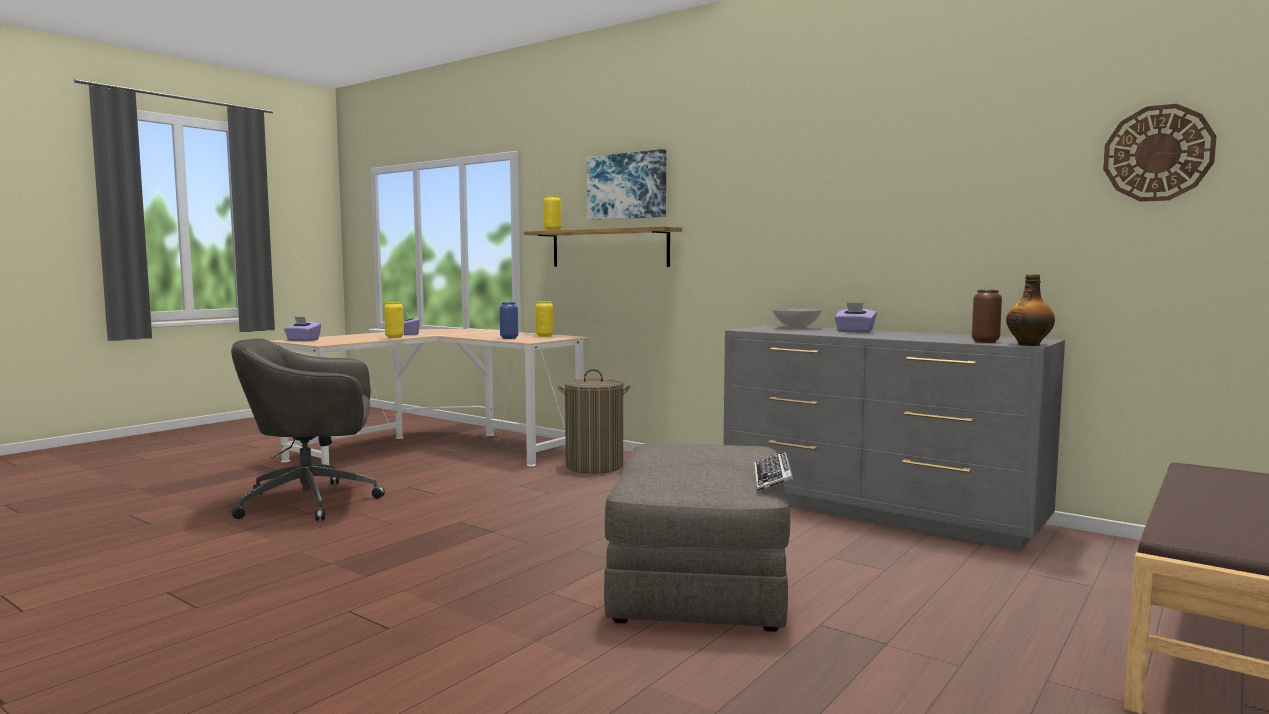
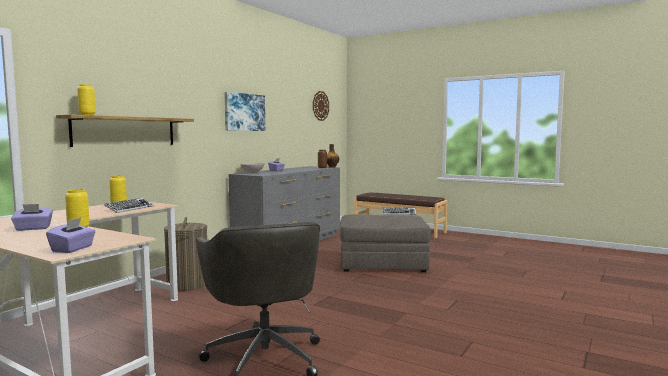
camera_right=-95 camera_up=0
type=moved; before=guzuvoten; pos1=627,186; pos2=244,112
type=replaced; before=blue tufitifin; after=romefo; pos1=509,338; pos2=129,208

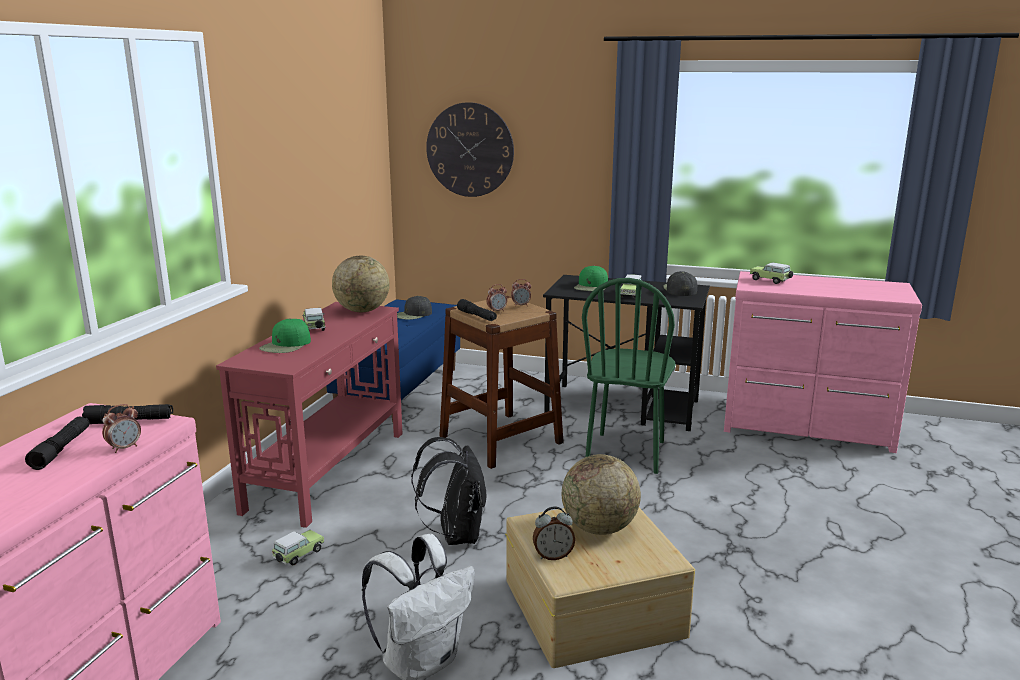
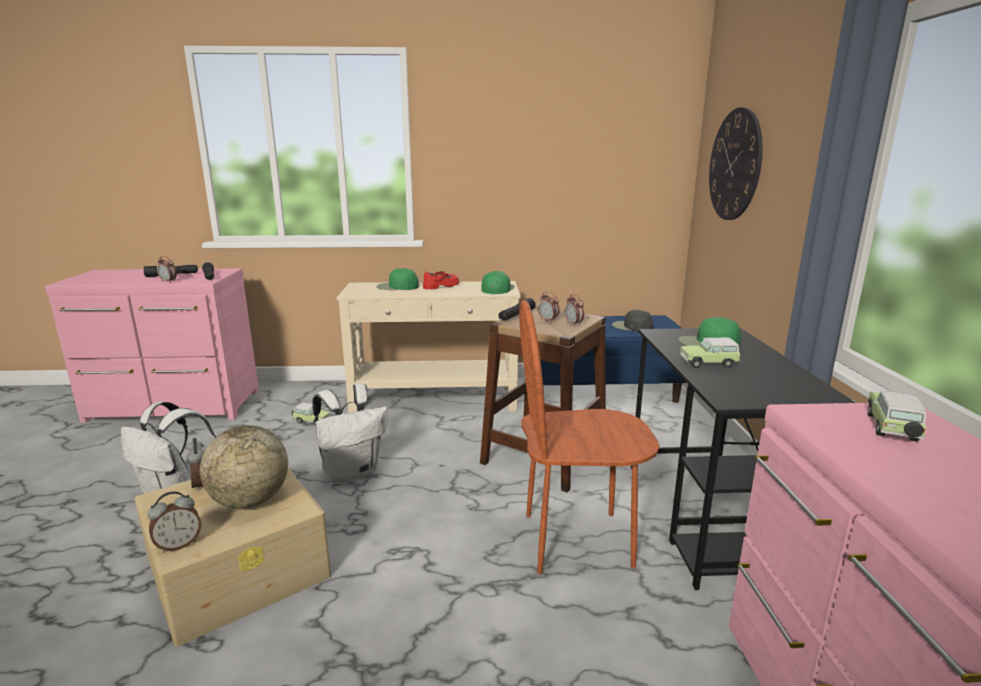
camera_right=70 camera_up=0
type=removed; before=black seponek; pos1=679,290
type=added; after=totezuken; pos2=179,545
type=replaced; before=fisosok; after=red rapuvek; pos1=314,328; pos2=441,286
type=replaced; before=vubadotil; after=green seponek; pos1=362,311; pos2=497,289
type=recoloured; before=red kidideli; after=beige kidideli; pos1=329,470; pos2=435,401
type=recoloured; before=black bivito; after=white bivito; pos1=455,535; pos2=352,472
type=recoloured; before=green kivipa; after=brown kivipa; pos1=626,453; pos2=577,540

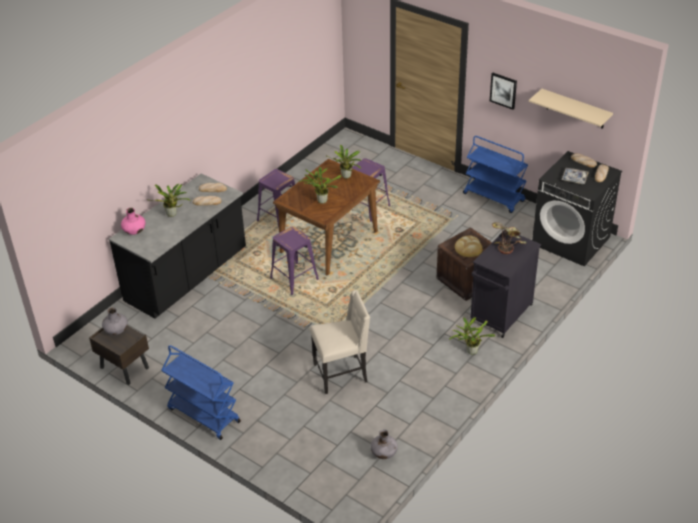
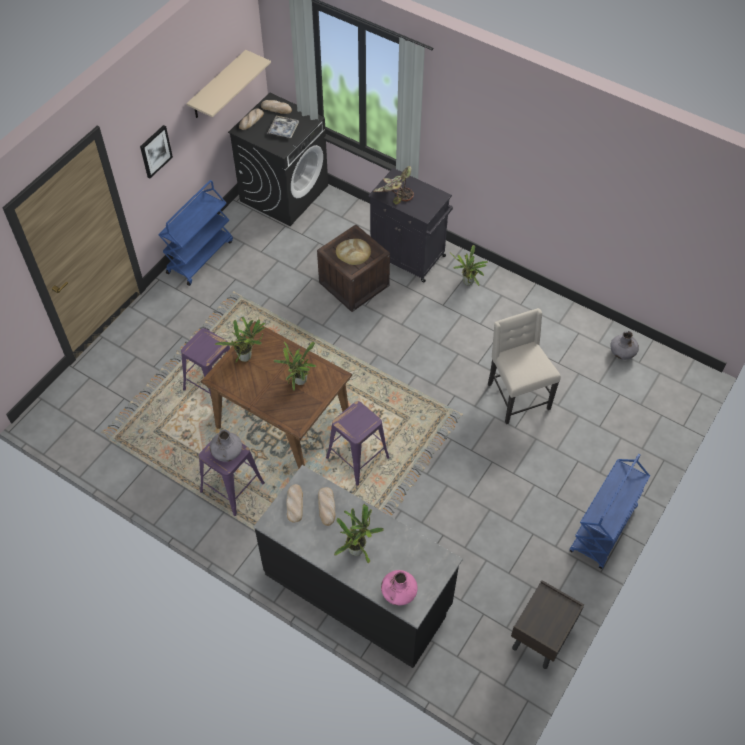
camera_right=-95 camera_up=15
type=moved; before=grey tufitifin; pos1=116,331; pos2=227,453

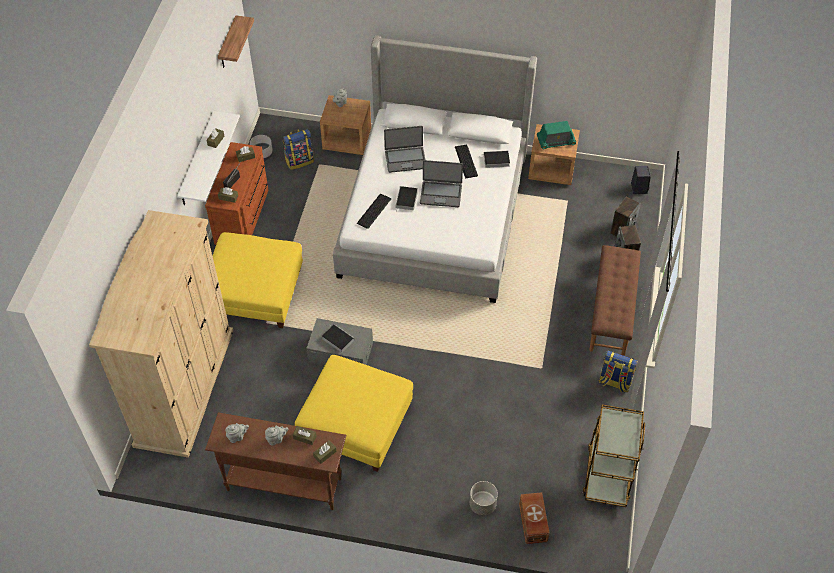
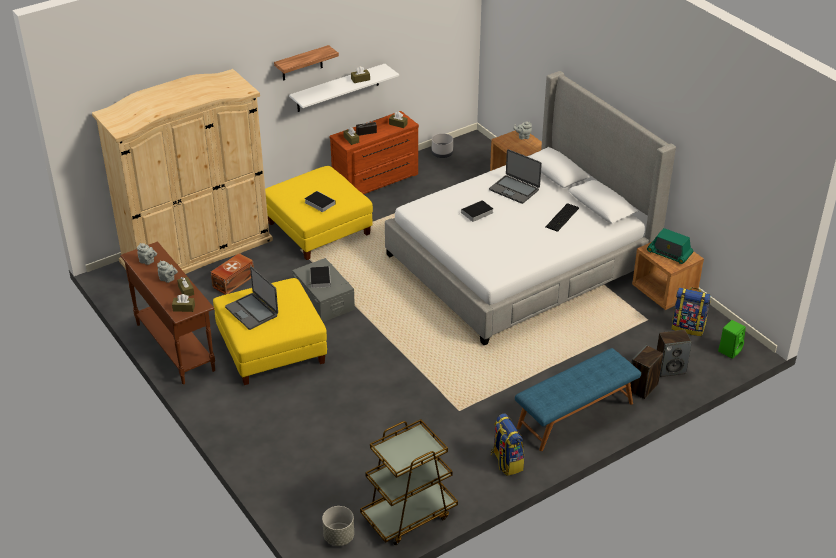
camera_right=45 camera_up=-15
type=removed; before=romefo; pos1=375,211
type=moved; before=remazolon; pos1=228,44; pos2=302,63
type=moved; before=bivito; pos1=299,161; pos2=688,327
type=moved; before=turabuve; pos1=441,194; pos2=252,311
type=moved; before=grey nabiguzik; pos1=482,505; pos2=338,537
type=moved; before=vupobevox; pos1=495,160; pos2=319,203
type=moved; before=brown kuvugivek; pos1=532,523; pos2=232,281
type=recoloured; before=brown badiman; after=blue badiman; pos1=612,312; pos2=575,415
type=recoloured; before=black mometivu; after=green mometivu; pos1=638,188; pos2=730,350

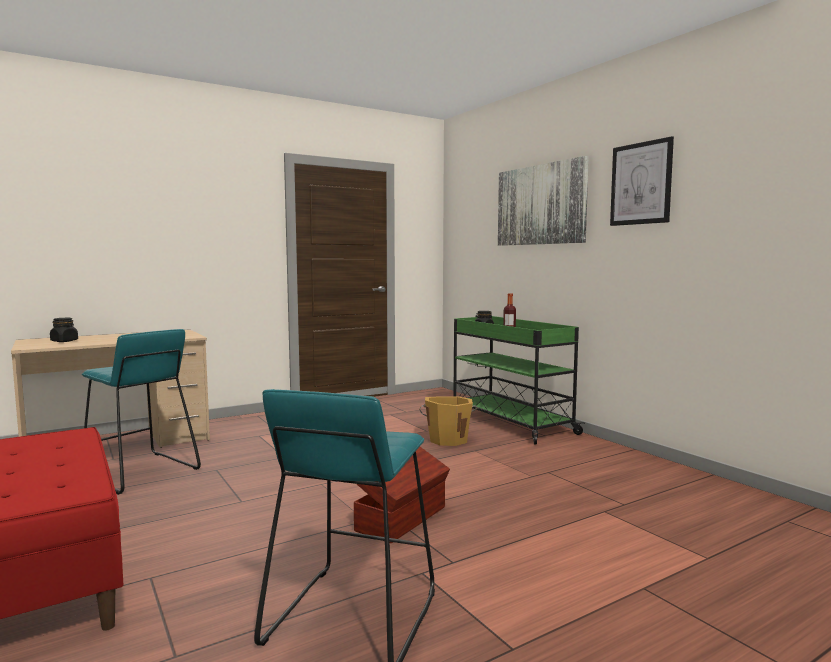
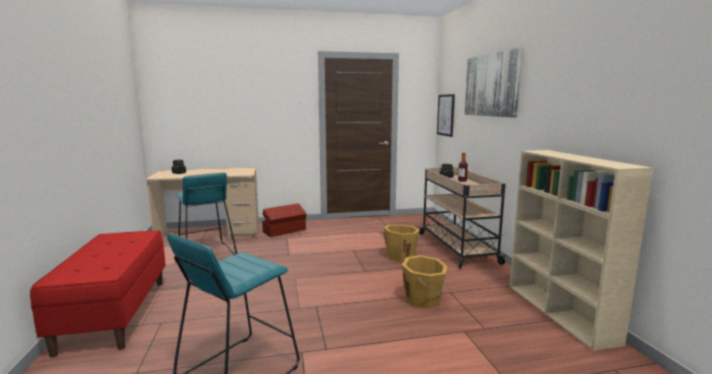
camera_right=20 camera_up=5
type=added; after=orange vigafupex; pos2=424,299
type=added; after=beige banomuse; pos2=560,313
type=moved; before=brown kuvugivek; pos1=403,518; pos2=285,231
type=moved; before=guzuvoten; pos1=641,183; pos2=446,115
type=recoloured; before=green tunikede; after=beige tunikede; pos1=508,422; pos2=456,247

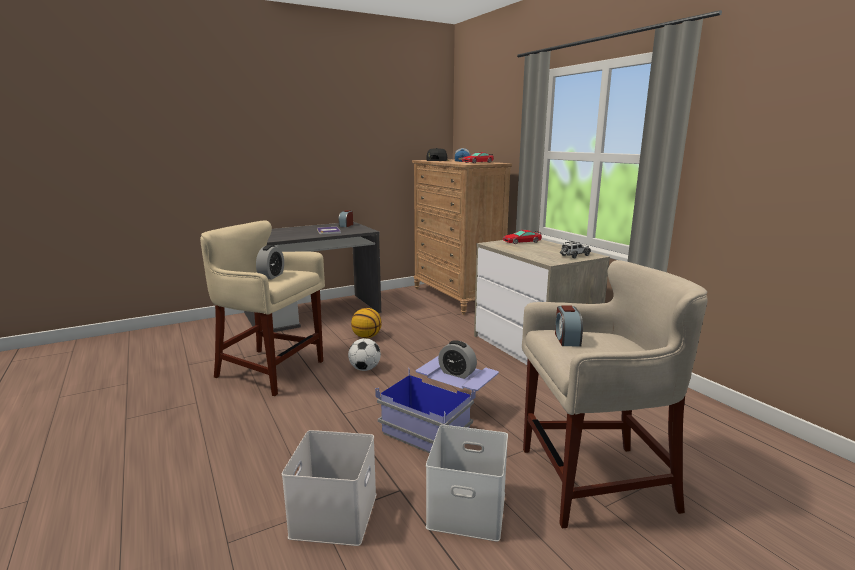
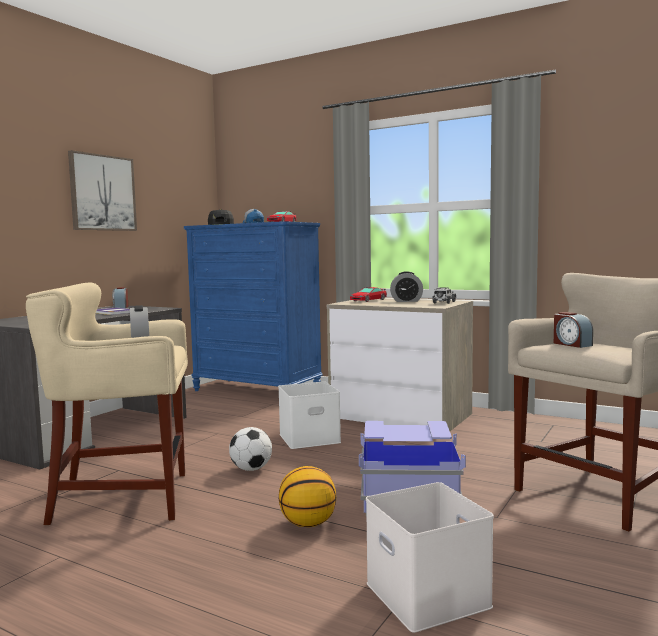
camera_right=-30 camera_up=-10
type=added; after=guzuvoten; pos2=102,193
type=moved; before=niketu; pos1=367,337; pos2=308,524
type=moved; before=white kuvugivek; pos1=465,510; pos2=308,439
type=moved; before=totezuken; pos1=457,373; pos2=406,301
type=recoloured; before=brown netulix; after=blue netulix; pos1=456,297; pos2=257,391

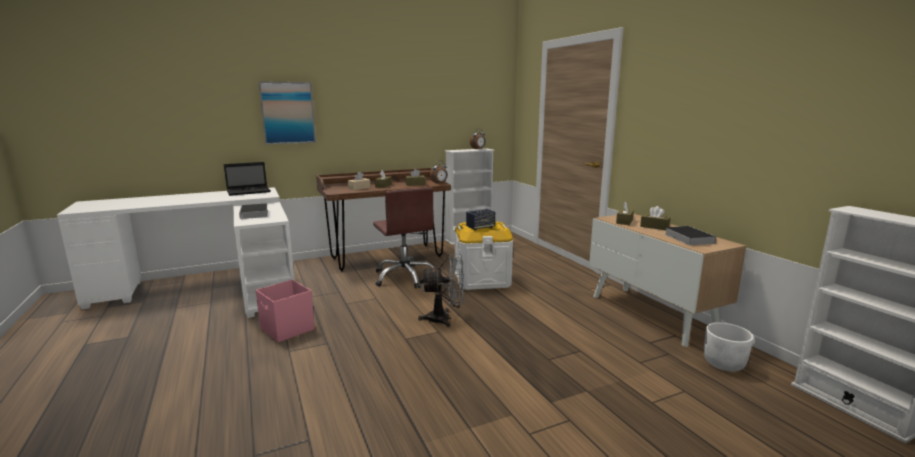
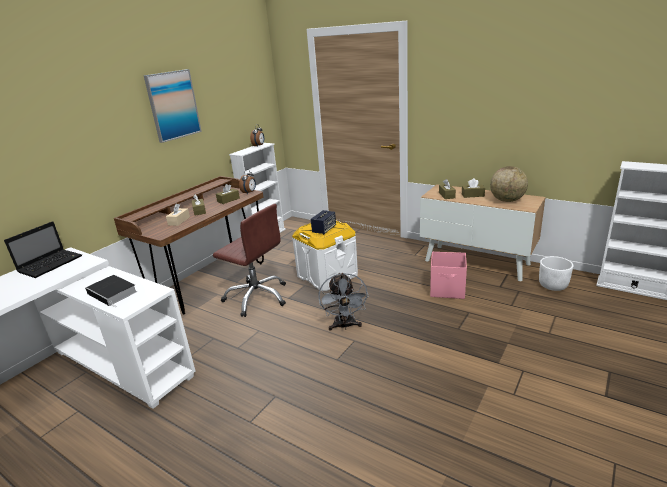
camera_right=-30 camera_up=10
type=moved; before=pink kuvugivek; pos1=287,329; pos2=448,290
type=moved; before=guzuvoten; pos1=288,113; pos2=173,105
type=replaced; before=vupobevox; after=vubadotil; pos1=687,238; pos2=507,200
type=turned; before=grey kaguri; pos1=445,319; pos2=345,326; turn=120

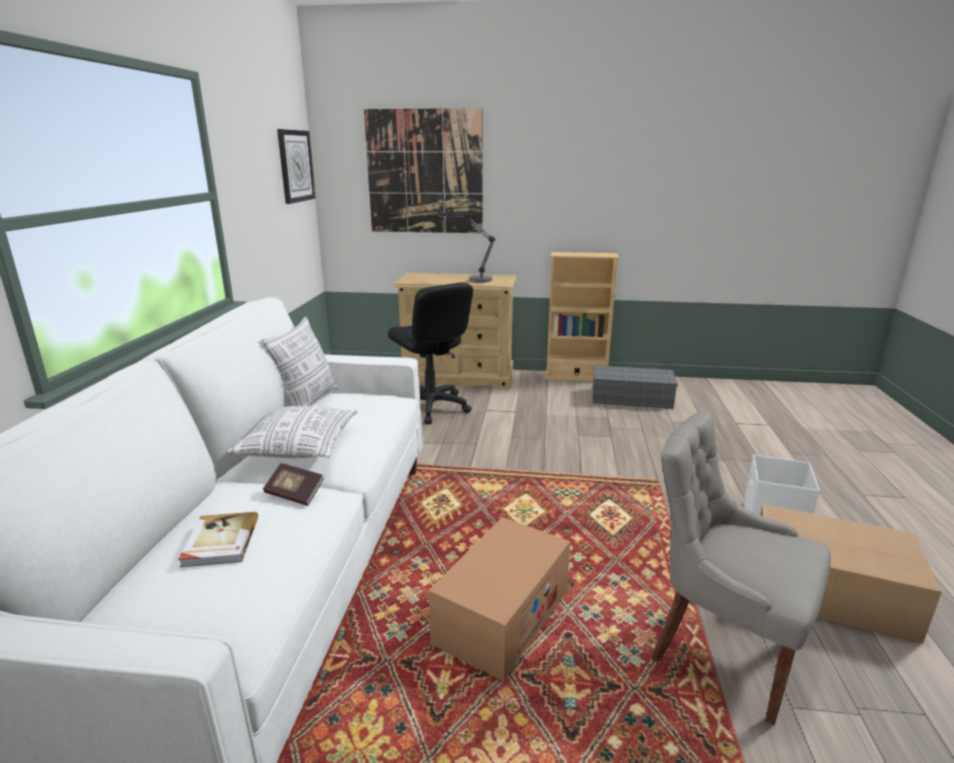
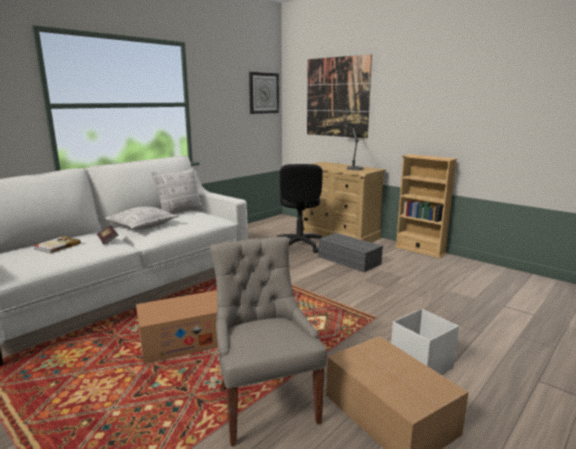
camera_right=35 camera_up=-5
type=moved; before=grey kuvugivek; pos1=632,398; pos2=350,260

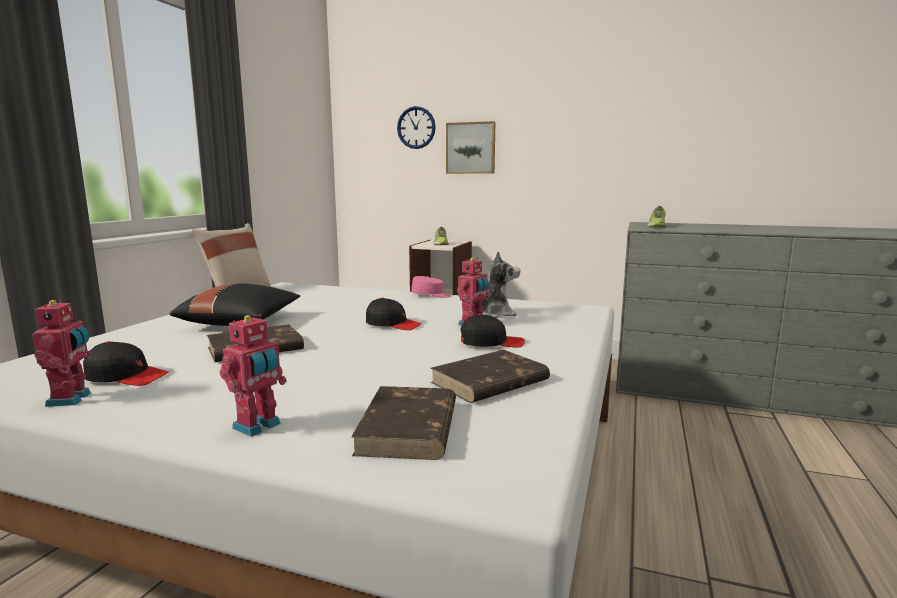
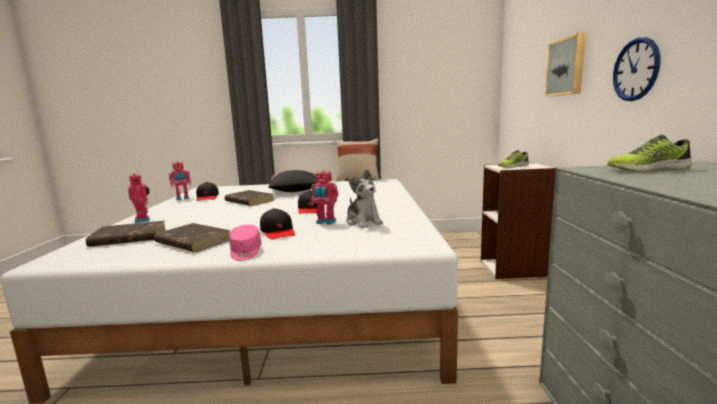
camera_right=70 camera_up=0
type=moved; before=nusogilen; pos1=416,127; pos2=635,69
type=moved; before=pink seponek; pos1=431,295; pos2=245,252
type=turned; before=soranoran; pos1=258,427; pos2=143,220; turn=-135

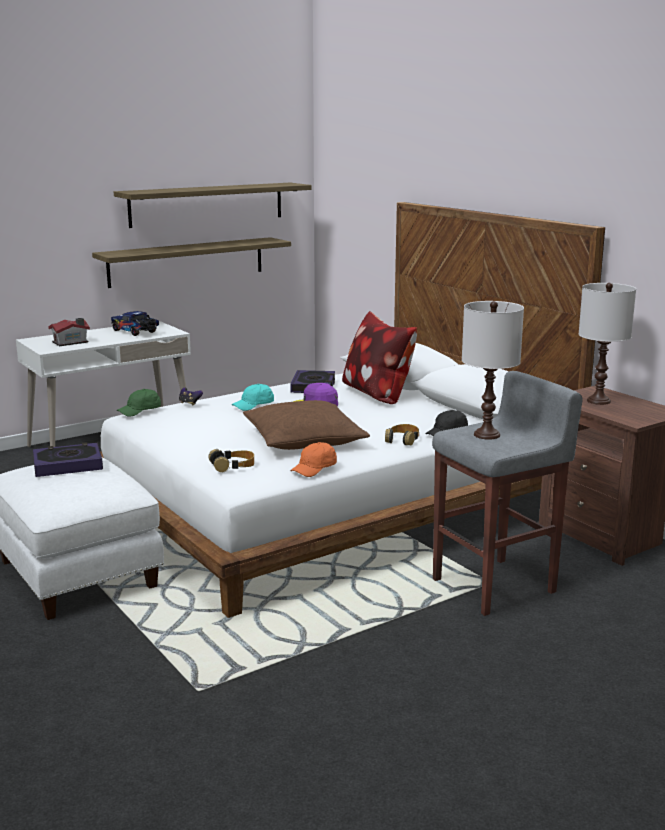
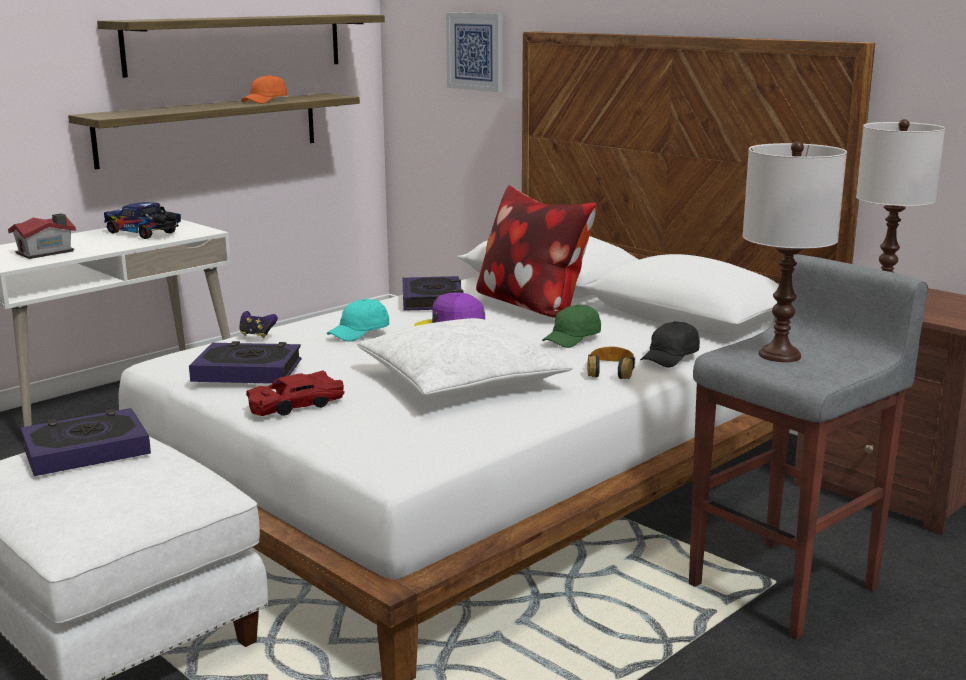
camera_right=-10 camera_up=0
type=removed; before=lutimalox; pos1=233,466
type=added; after=vupobevox; pos2=247,371
type=added; after=red fisosok; pos2=295,405
type=added; after=guzuvoten; pos2=475,51
type=moved; before=green seponek; pos1=140,411; pos2=573,339
type=moved; before=orange seponek; pos1=315,469; pos2=265,101
type=recoloured; before=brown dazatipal; after=white dazatipal; pos1=304,439; pos2=461,380

